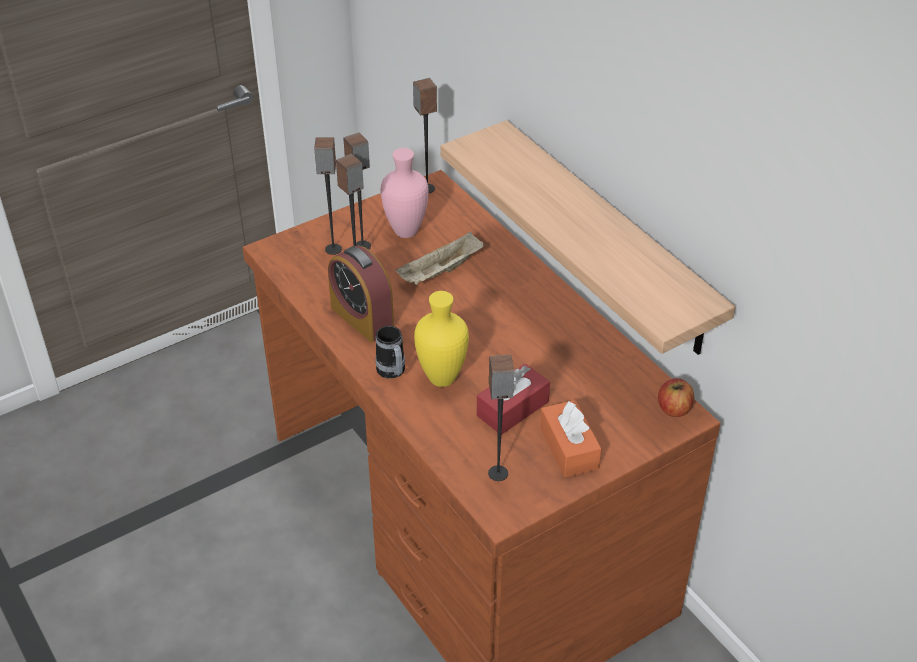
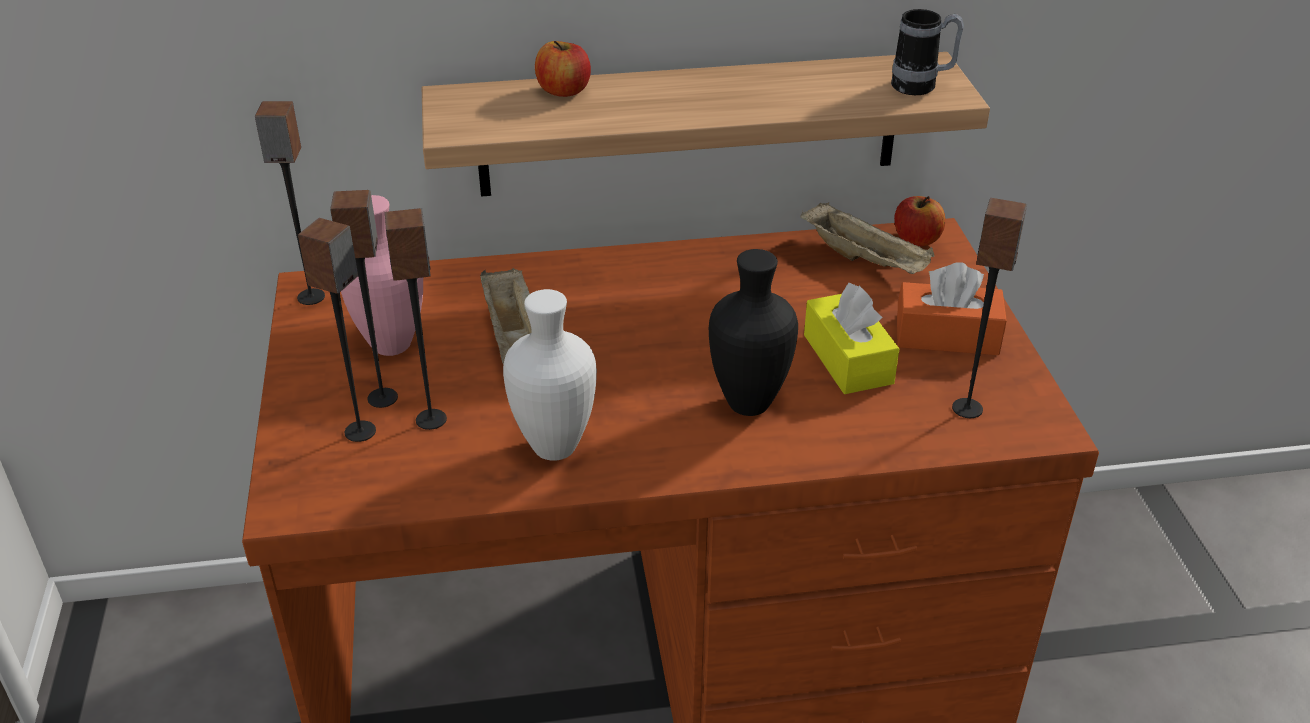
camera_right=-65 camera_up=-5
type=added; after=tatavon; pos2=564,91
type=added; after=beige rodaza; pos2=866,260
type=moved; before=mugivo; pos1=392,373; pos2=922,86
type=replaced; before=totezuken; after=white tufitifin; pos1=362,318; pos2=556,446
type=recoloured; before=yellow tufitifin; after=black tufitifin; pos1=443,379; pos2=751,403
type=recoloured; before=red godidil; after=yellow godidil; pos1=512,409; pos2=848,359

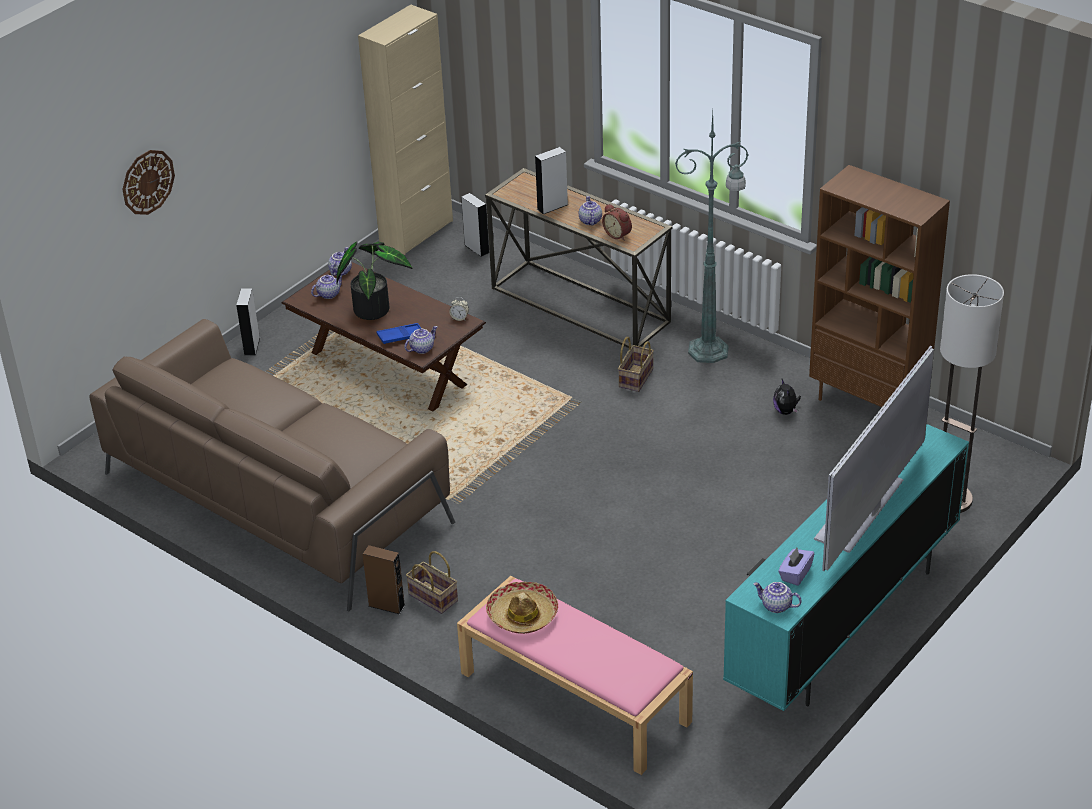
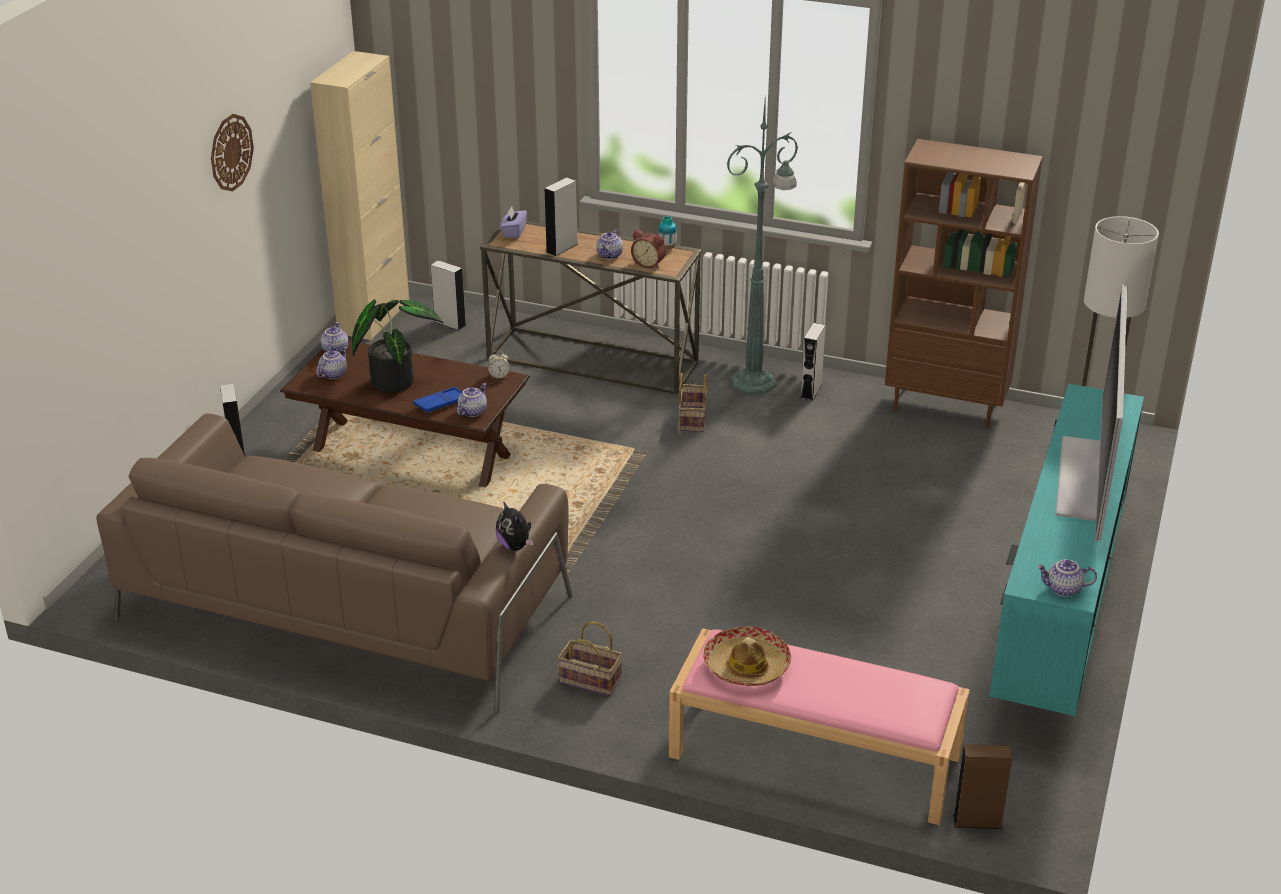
camera_right=-20 camera_up=-5
type=added; after=tufitifin; pos2=667,248
type=added; after=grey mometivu; pos2=811,391
type=moved; before=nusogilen; pos1=147,182; pos2=231,152
type=moved; before=brown mometivu; pos1=386,605; pos2=977,821
type=moved; before=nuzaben; pos1=786,411; pos2=515,546
type=moved; before=purple godidil; pos1=795,574; pos2=513,232
type=turned; before=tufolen; pos1=589,221; pos2=610,255; turn=-135

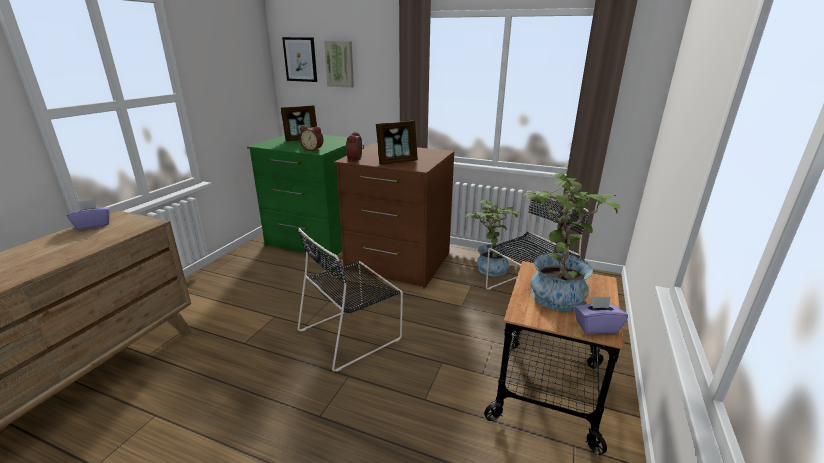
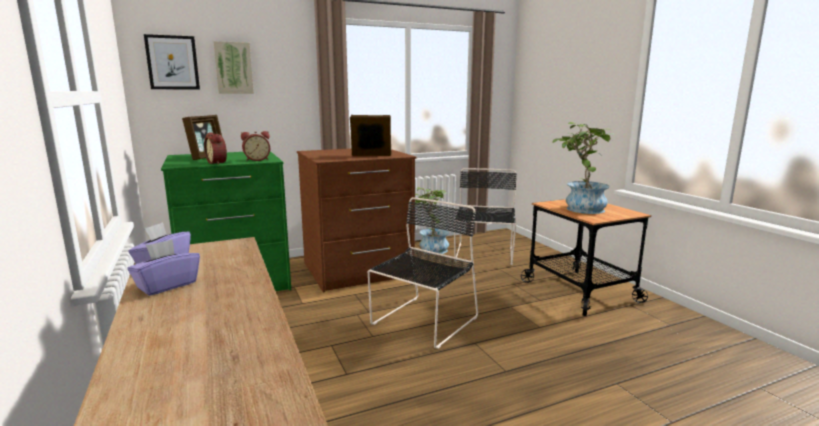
camera_right=-45 camera_up=-10
type=moved; before=totezuken; pos1=356,159; pos2=218,163
type=moved; before=purple godidil; pos1=596,326; pos2=167,285
type=turned; before=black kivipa; pos1=352,333; pos2=423,322; turn=-150
type=turned; before=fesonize; pos1=397,162; pos2=371,155; turn=-105

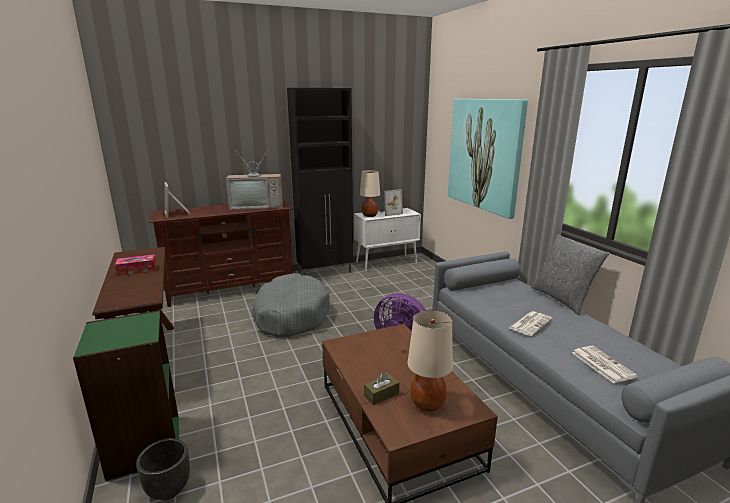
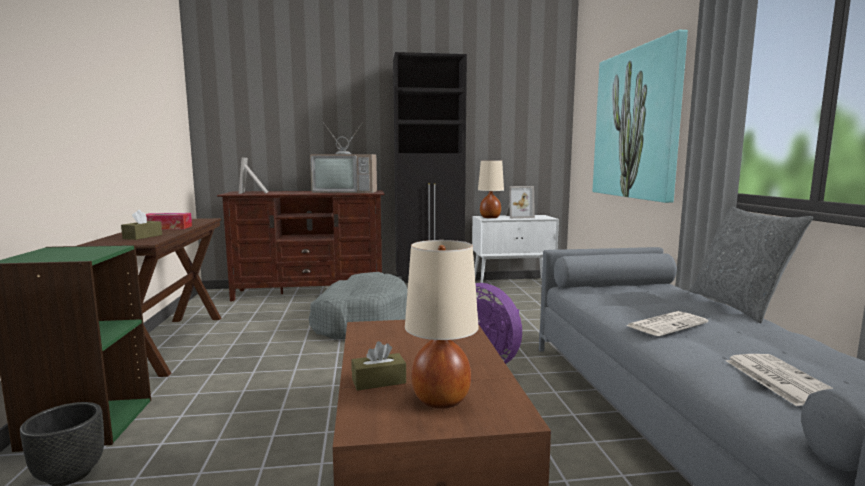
camera_right=15 camera_up=-10
type=added; after=brown godidil; pos2=142,237

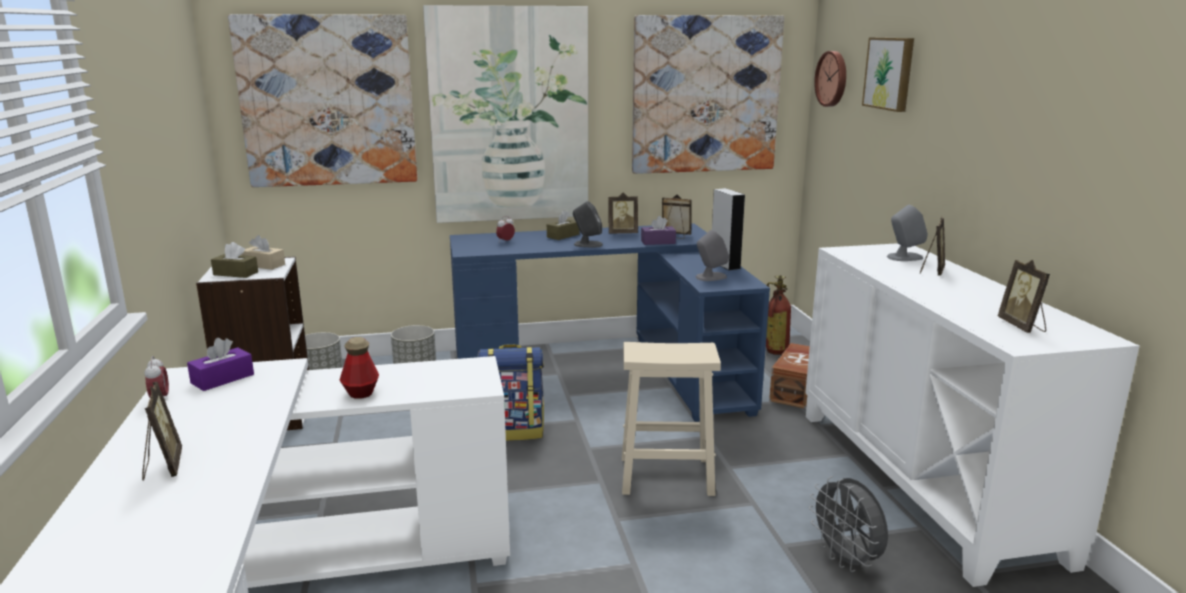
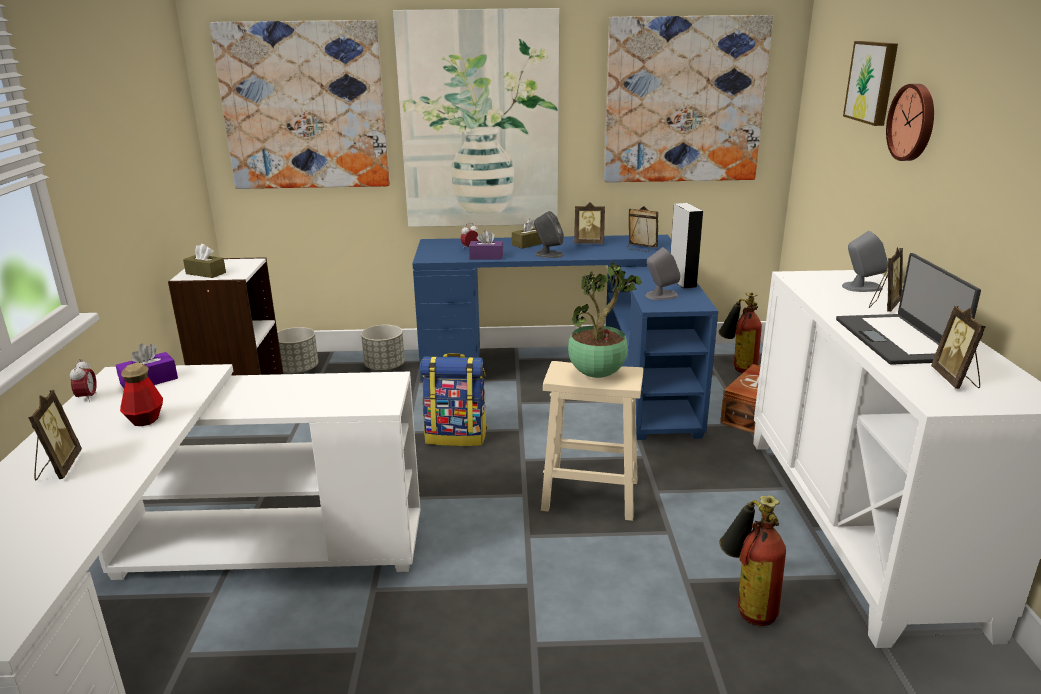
camera_right=10 camera_up=5
type=removed; before=beige godidil; pos1=264,265
type=added; after=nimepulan; pos2=598,374
type=added; after=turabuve; pos2=897,339
type=moved; before=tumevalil; pos1=360,392; pos2=145,419
type=moved; before=purple godidil; pos1=658,242; pos2=486,257
type=moved; before=nusogilen; pos1=833,79; pos2=913,122
type=replaced; before=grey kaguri; after=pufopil; pos1=846,560; pos2=747,603

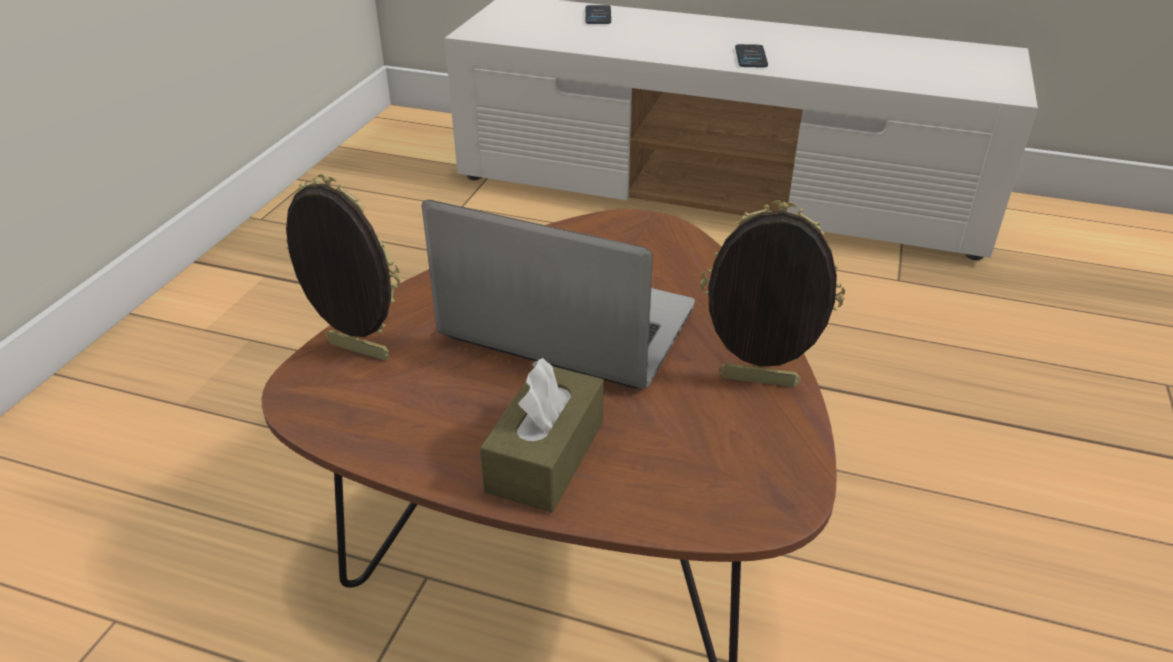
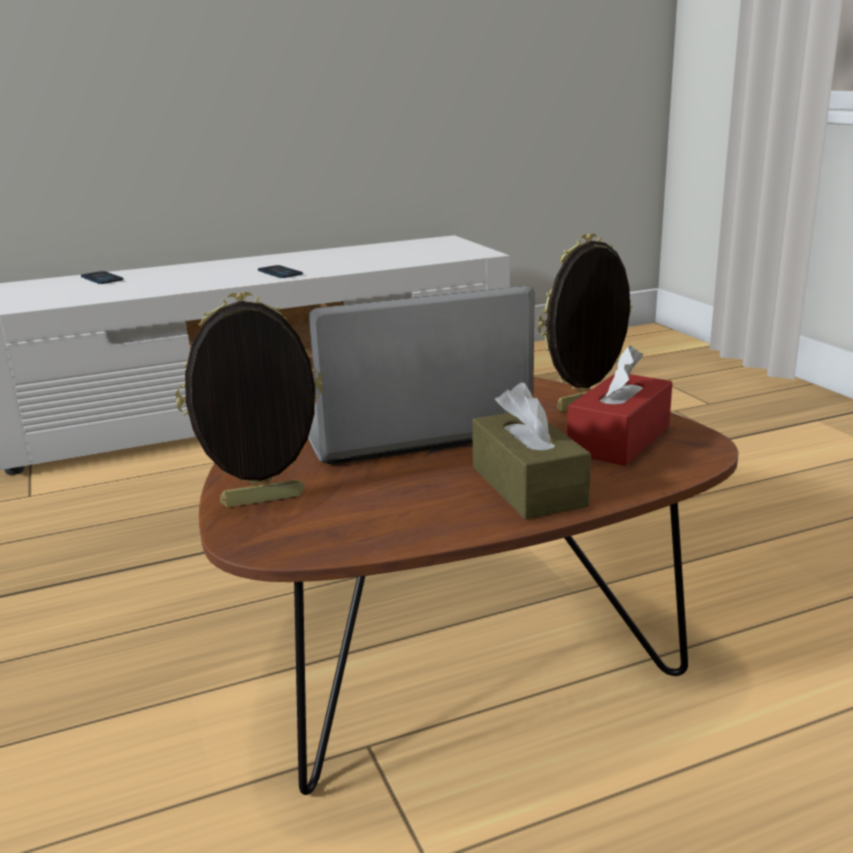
camera_right=-40 camera_up=-15
type=added; after=red godidil; pos2=619,440

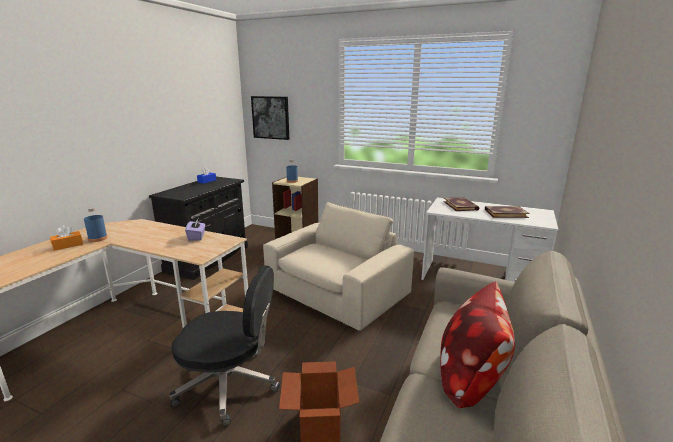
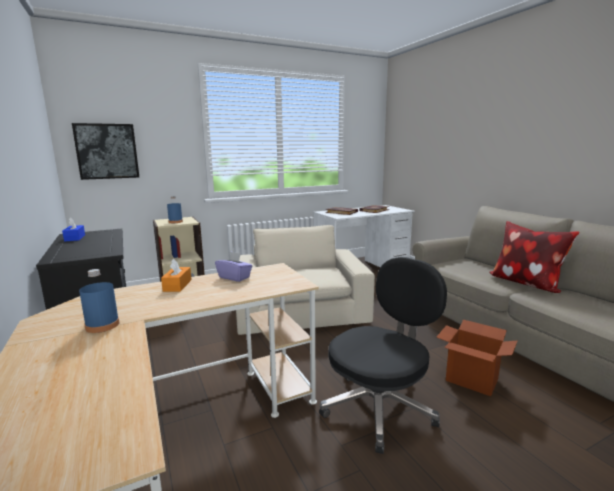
camera_right=-50 camera_up=-5
type=moved; before=orange godidil; pos1=67,245; pos2=177,285

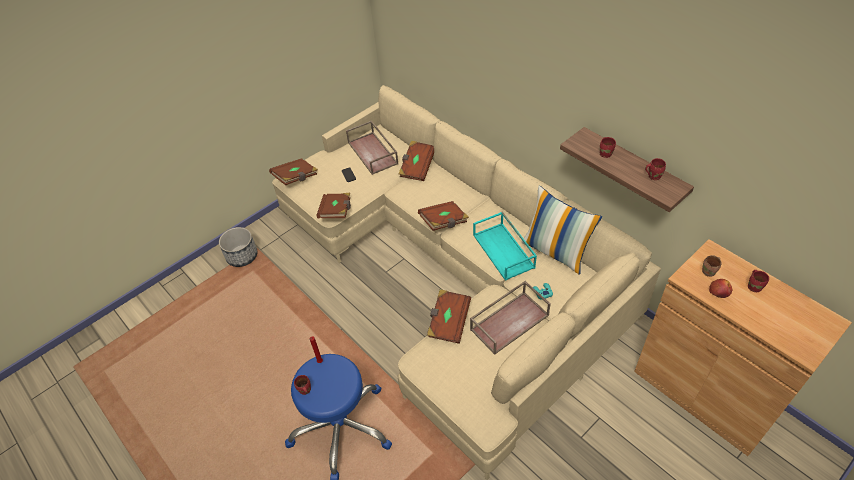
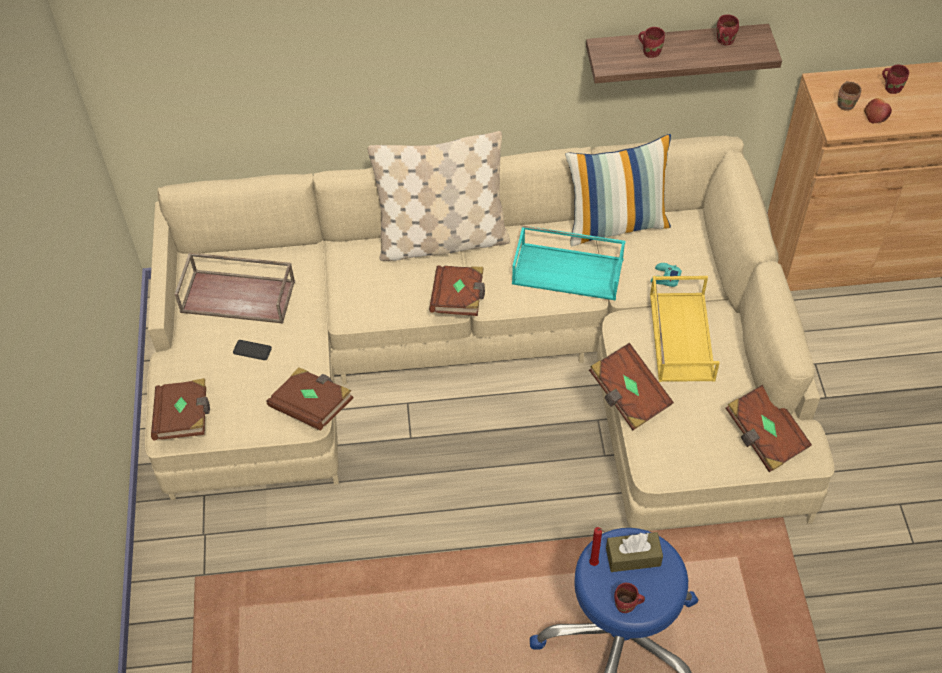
camera_right=-55 camera_up=5
type=removed; before=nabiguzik; pos1=242,256
type=added; after=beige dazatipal; pos2=442,240
type=added; after=brown godidil; pos2=633,557
type=moved; before=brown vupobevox; pos1=417,167; pos2=764,436
type=recoloured; before=brown rodaza; after=yellow rodaza; pos1=509,321; pos2=680,336

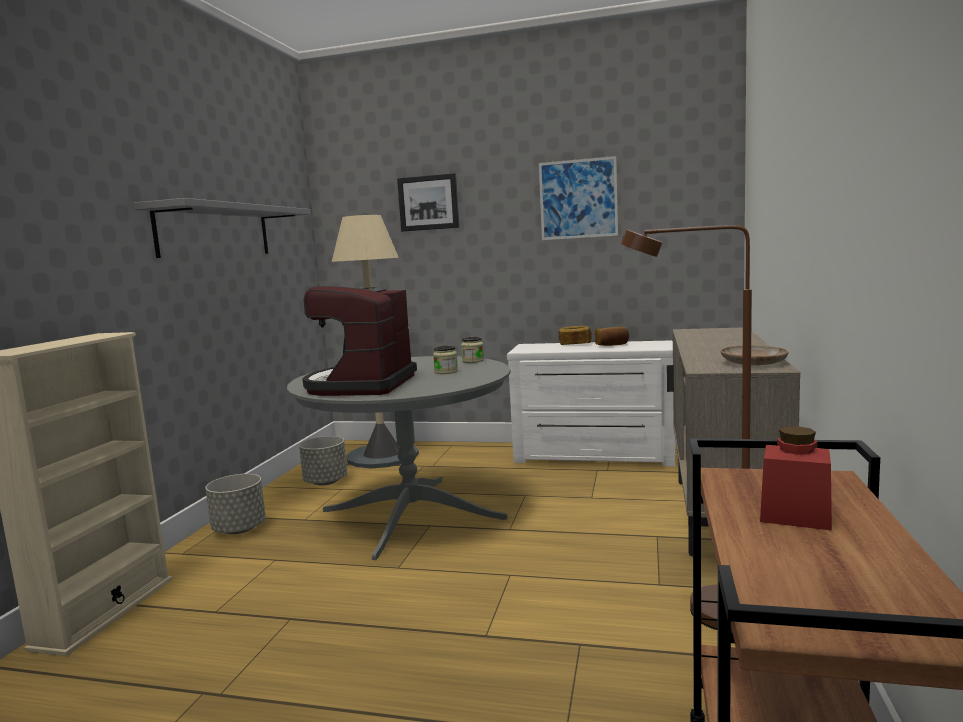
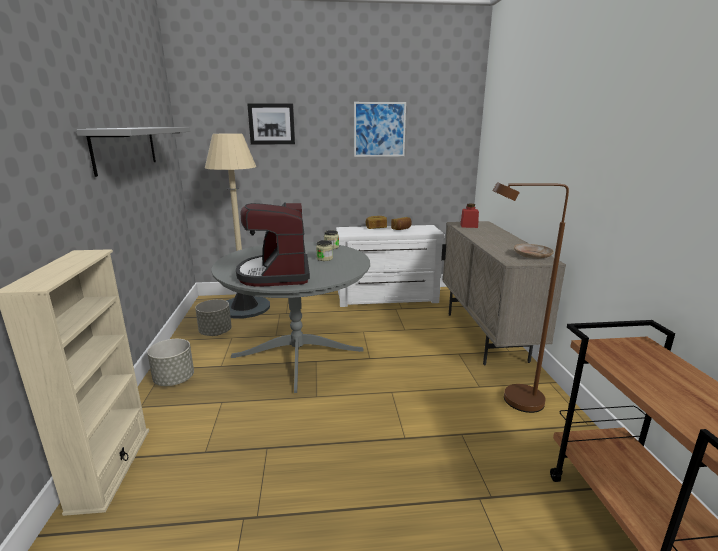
camera_right=-20 camera_up=10
type=moved; before=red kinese; pos1=795,516; pos2=469,226

